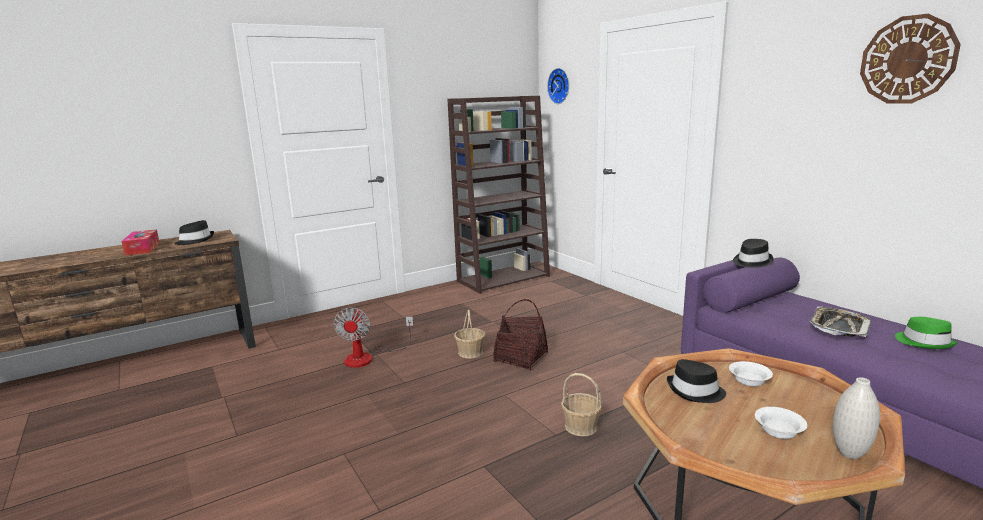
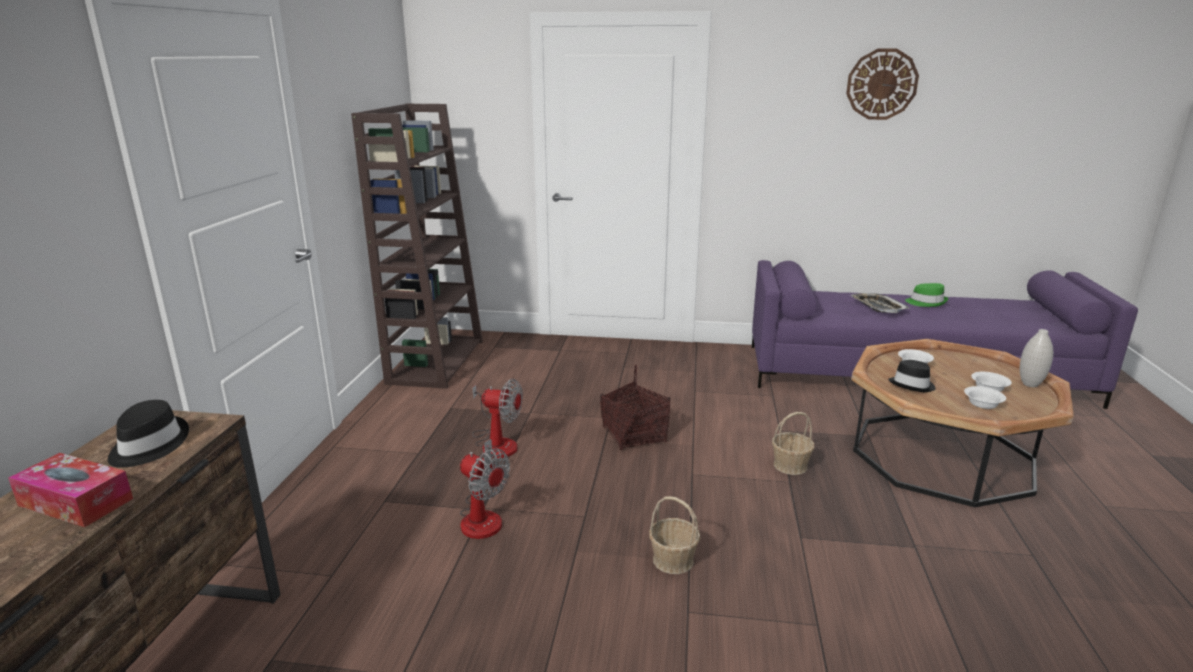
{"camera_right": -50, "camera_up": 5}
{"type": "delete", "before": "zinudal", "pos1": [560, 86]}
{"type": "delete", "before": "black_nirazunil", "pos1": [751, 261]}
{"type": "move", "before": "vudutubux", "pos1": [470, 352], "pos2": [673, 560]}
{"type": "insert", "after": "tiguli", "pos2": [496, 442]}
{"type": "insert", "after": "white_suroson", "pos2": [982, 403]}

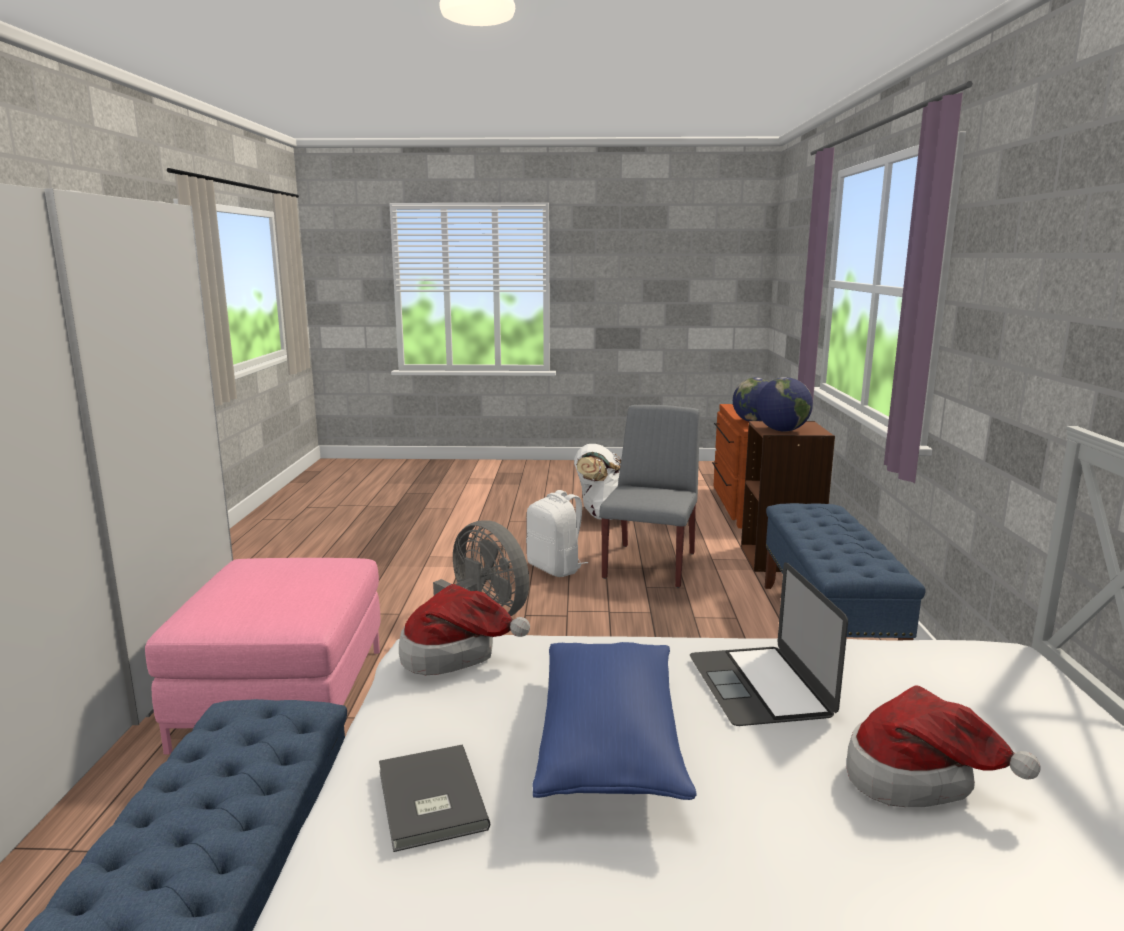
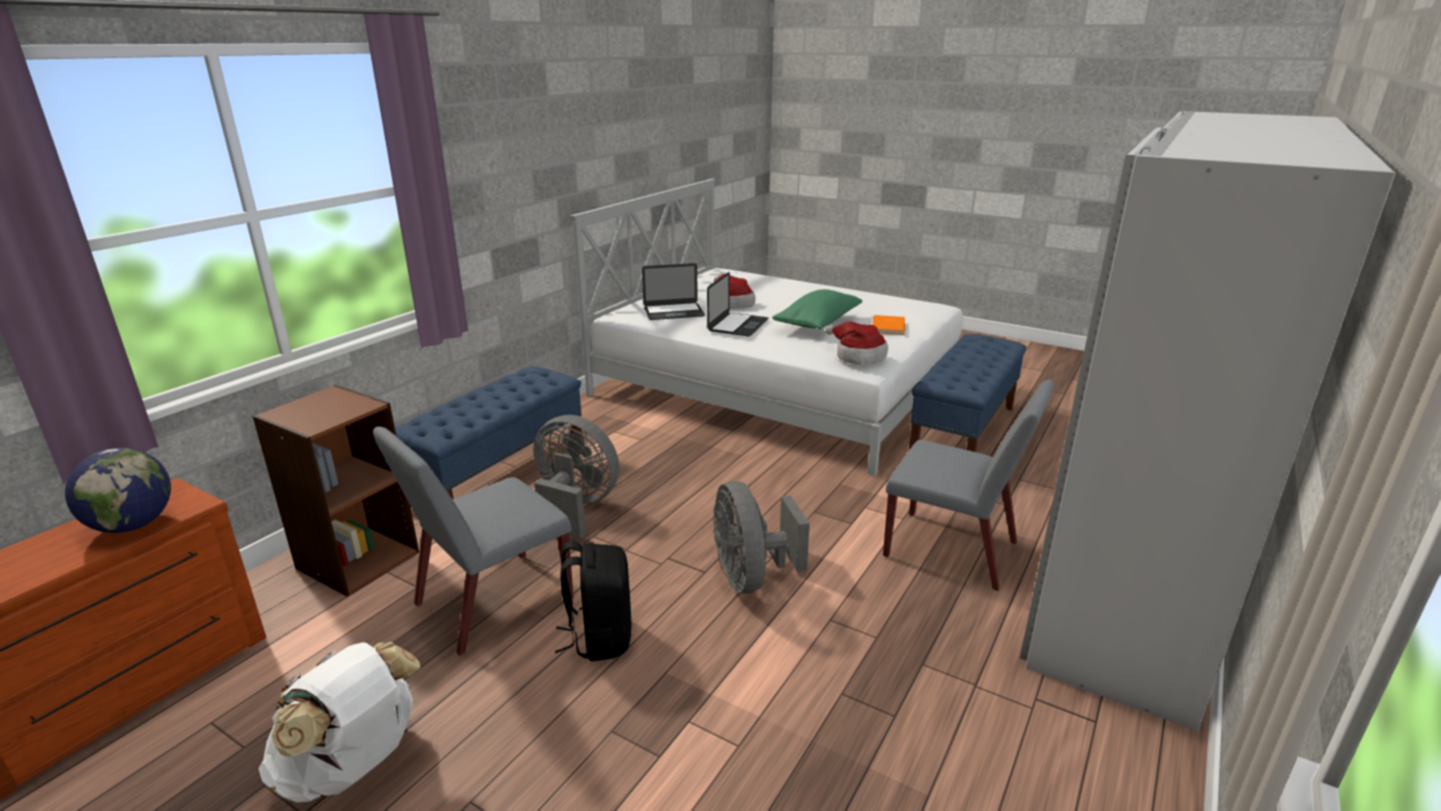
{"camera_right": -150, "camera_up": 10}
{"type": "delete", "before": "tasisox", "pos1": [782, 430]}
{"type": "recolor", "before": "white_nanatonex", "after": "black_nanatonex", "pos1": [556, 568], "pos2": [599, 638]}
{"type": "replace", "before": "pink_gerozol", "after": "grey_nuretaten", "pos1": [283, 696], "pos2": [952, 550]}
{"type": "recolor", "before": "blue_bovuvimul", "after": "green_bovuvimul", "pos1": [610, 744], "pos2": [817, 323]}
{"type": "recolor", "before": "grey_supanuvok", "after": "orange_supanuvok", "pos1": [428, 801], "pos2": [889, 326]}
{"type": "insert", "after": "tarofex", "pos2": [673, 311]}
{"type": "insert", "after": "grey_tiguli", "pos2": [575, 507]}

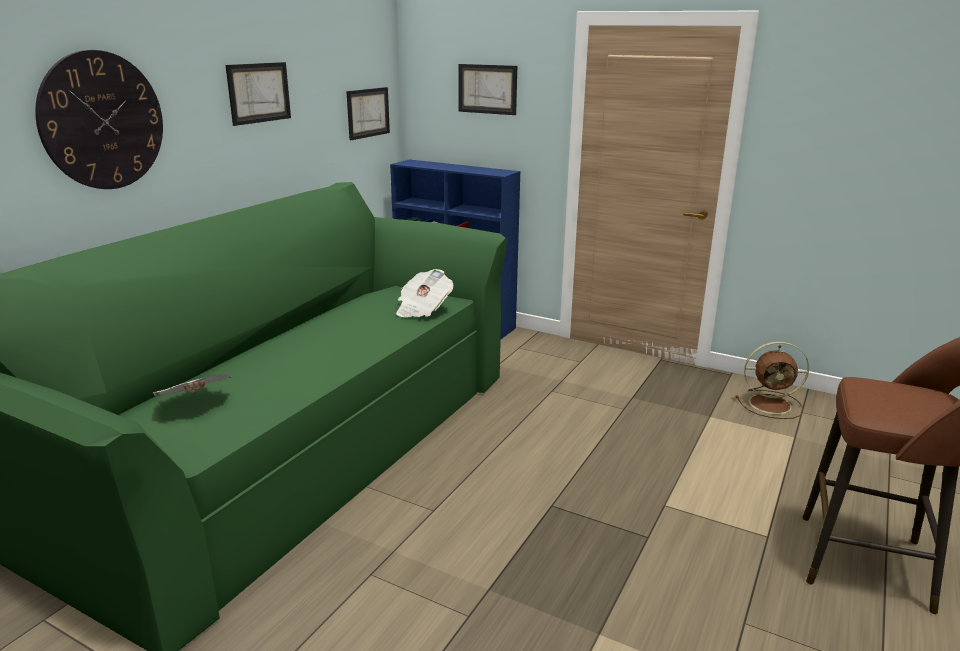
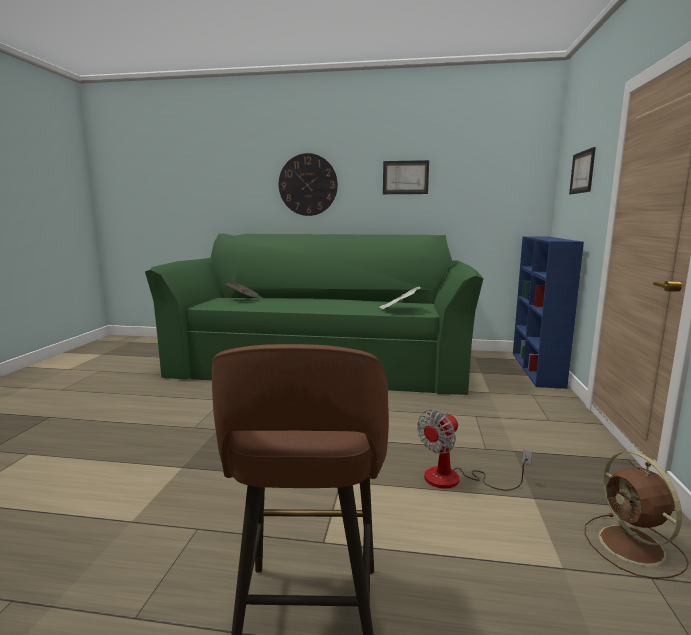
{"camera_right": 70, "camera_up": -10}
{"type": "delete", "before": "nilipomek", "pos1": [368, 113]}
{"type": "insert", "after": "tiguli", "pos2": [455, 479]}

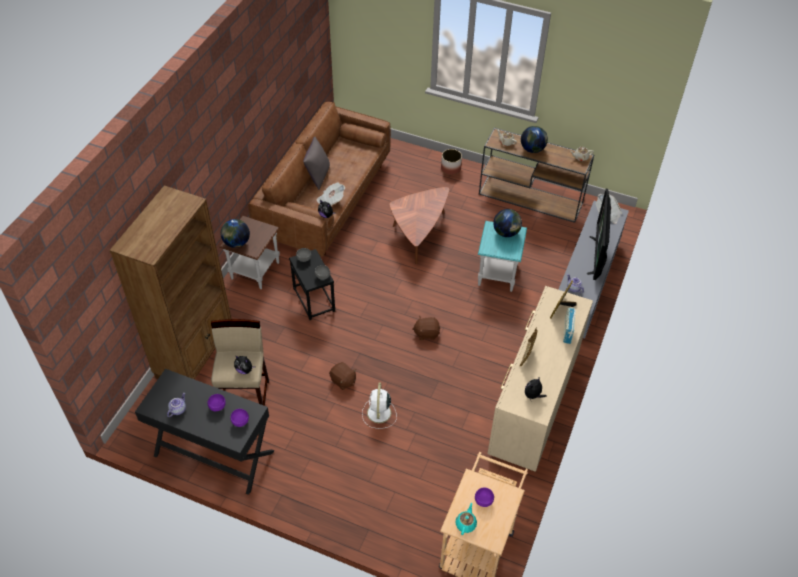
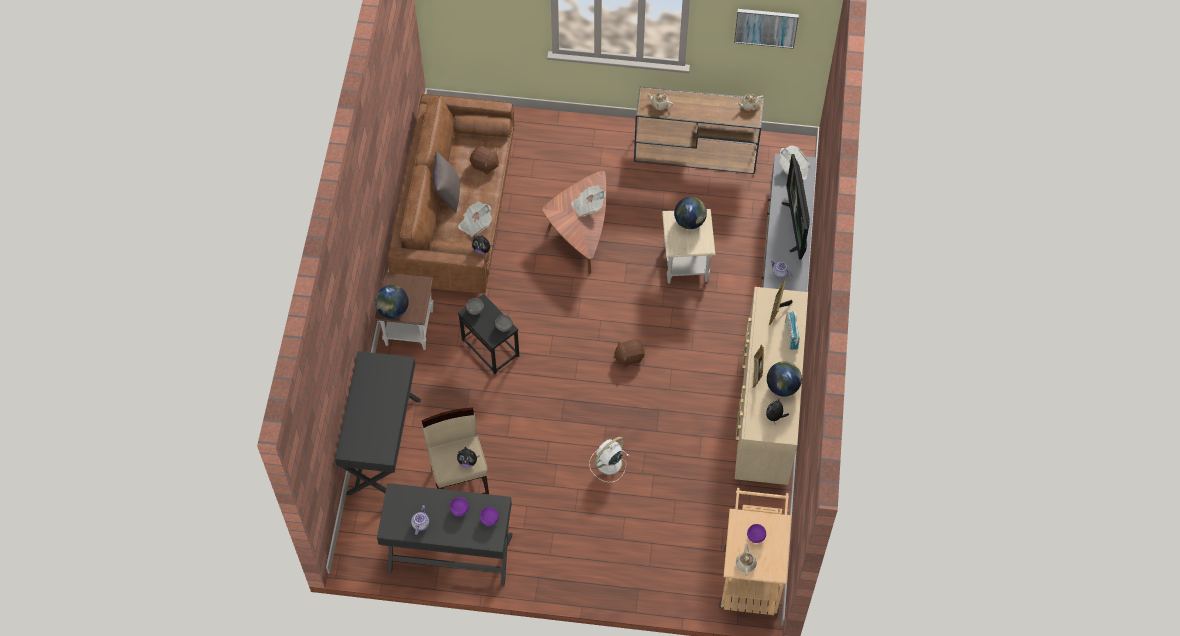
{"camera_right": -15, "camera_up": 10}
{"type": "move", "before": "tasisox", "pos1": [532, 149], "pos2": [782, 386]}
{"type": "delete", "before": "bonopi", "pos1": [450, 168]}
{"type": "replace", "before": "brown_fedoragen", "after": "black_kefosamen", "pos1": [195, 353], "pos2": [383, 446]}
{"type": "recolor", "before": "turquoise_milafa", "after": "beige_milafa", "pos1": [498, 274], "pos2": [686, 264]}
{"type": "move", "before": "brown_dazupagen", "pos1": [343, 381], "pos2": [484, 165]}
{"type": "rotate", "before": "white_tiguli", "pos1": [379, 414], "pos2": [608, 464], "turn": 60}
{"type": "recolor", "before": "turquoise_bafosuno", "after": "beige_bafosuno", "pos1": [466, 524], "pos2": [745, 563]}
{"type": "insert", "after": "nilipomek", "pos2": [766, 27]}
{"type": "insert", "after": "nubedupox", "pos2": [588, 206]}

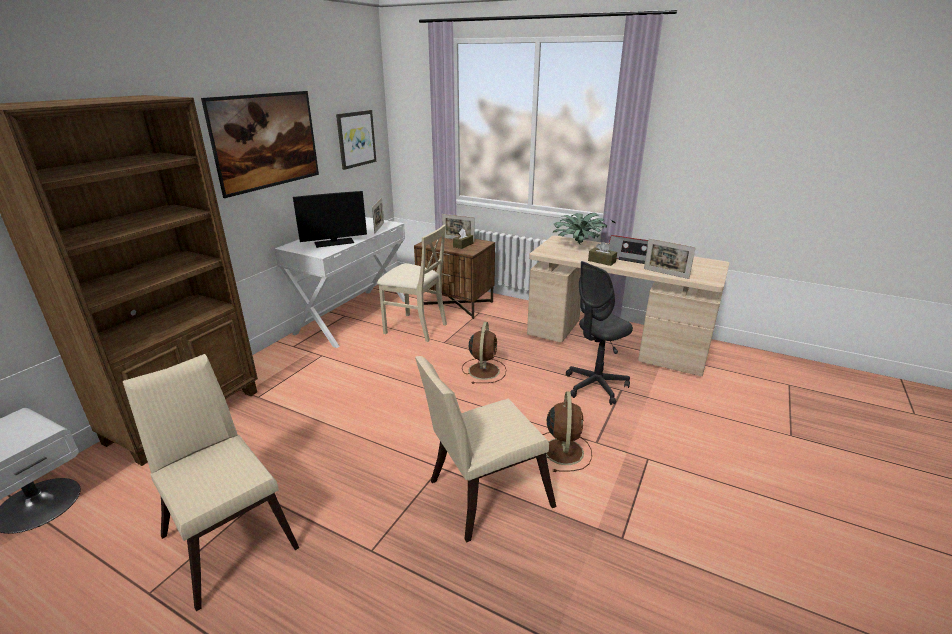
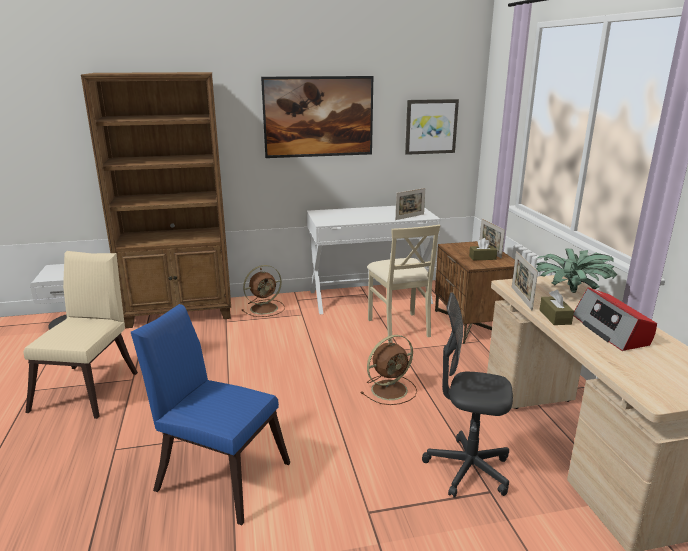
{"camera_right": 50, "camera_up": -5}
{"type": "delete", "before": "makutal", "pos1": [334, 242]}
{"type": "move", "before": "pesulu", "pos1": [666, 273], "pos2": [521, 298]}
{"type": "recolor", "before": "beige_nuretaten", "after": "blue_nuretaten", "pos1": [482, 495], "pos2": [218, 473]}
{"type": "move", "before": "brown_tiguli", "pos1": [563, 450], "pos2": [265, 308]}

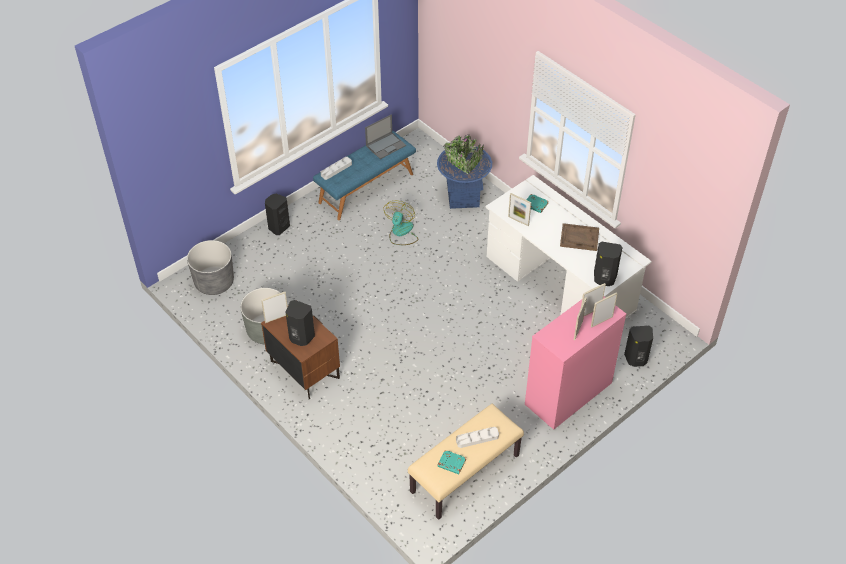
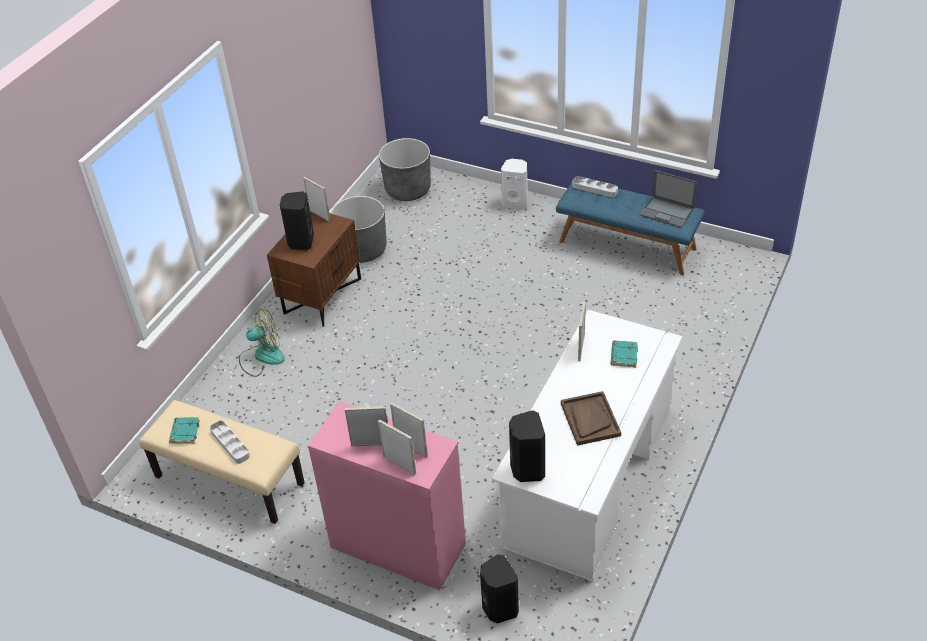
{"camera_right": 70, "camera_up": -5}
{"type": "delete", "before": "blue_bonopi", "pos1": [463, 197]}
{"type": "recolor", "before": "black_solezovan", "after": "white_solezovan", "pos1": [278, 227], "pos2": [515, 203]}
{"type": "move", "before": "tiguli", "pos1": [401, 233], "pos2": [262, 357]}

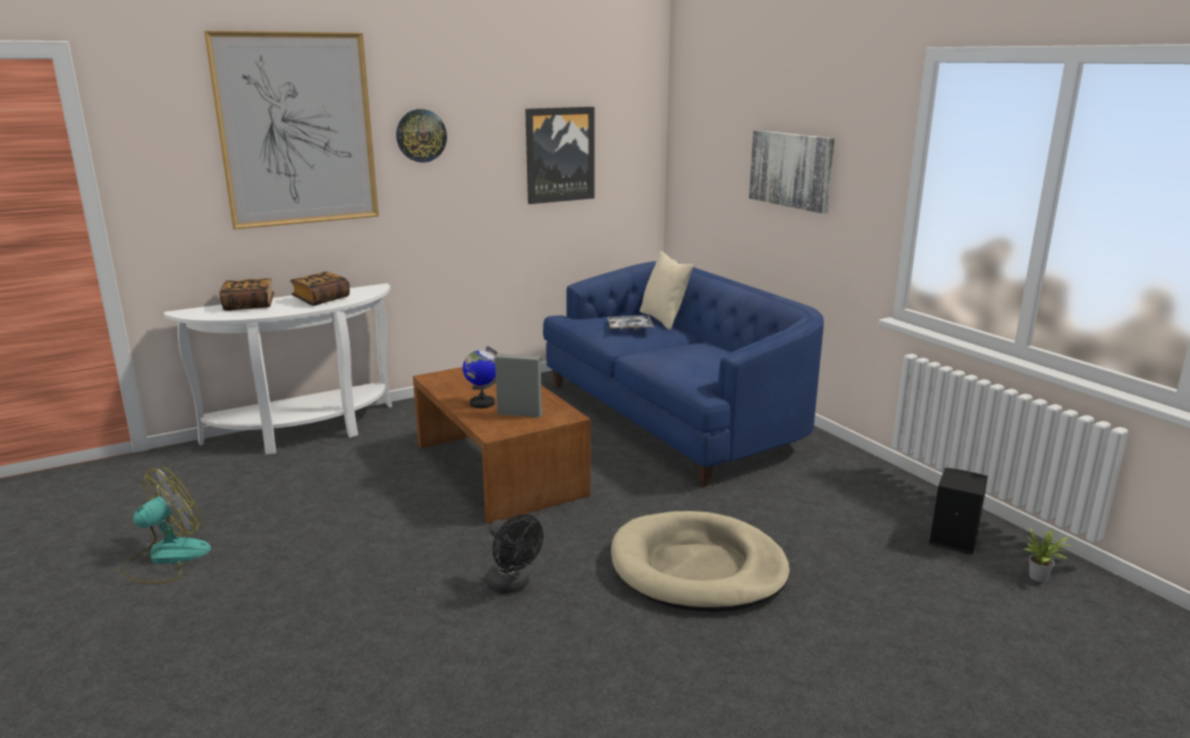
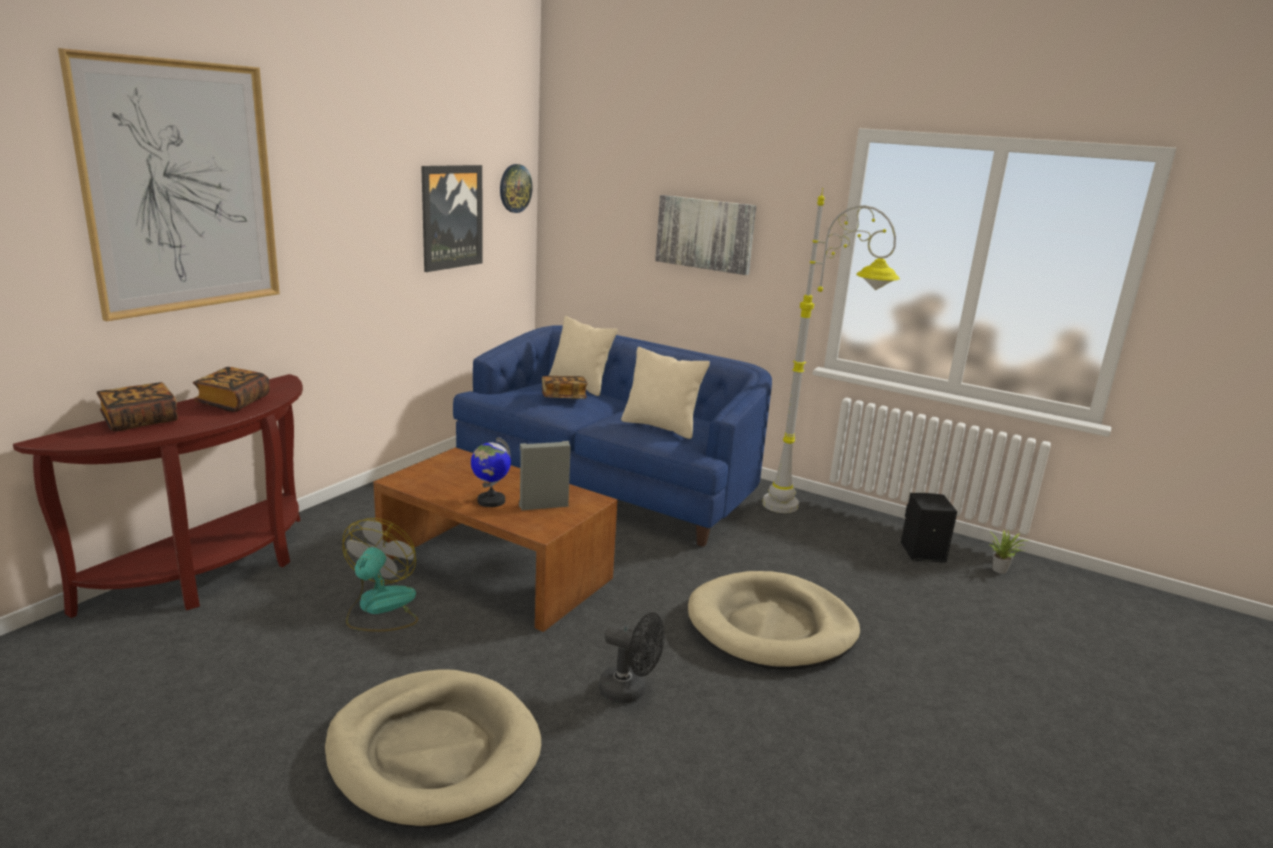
{"camera_right": -30, "camera_up": 0}
{"type": "move", "before": "zinudal", "pos1": [421, 135], "pos2": [515, 188]}
{"type": "recolor", "before": "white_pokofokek", "after": "brown_pokofokek", "pos1": [304, 432], "pos2": [214, 572]}
{"type": "replace", "before": "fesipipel", "after": "supanuvok", "pos1": [630, 327], "pos2": [563, 398]}
{"type": "move", "before": "tiguli", "pos1": [166, 558], "pos2": [380, 608]}
{"type": "insert", "after": "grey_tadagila", "pos2": [809, 513]}
{"type": "insert", "after": "beige_bovuvimul", "pos2": [661, 427]}
{"type": "insert", "after": "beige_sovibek", "pos2": [434, 752]}

